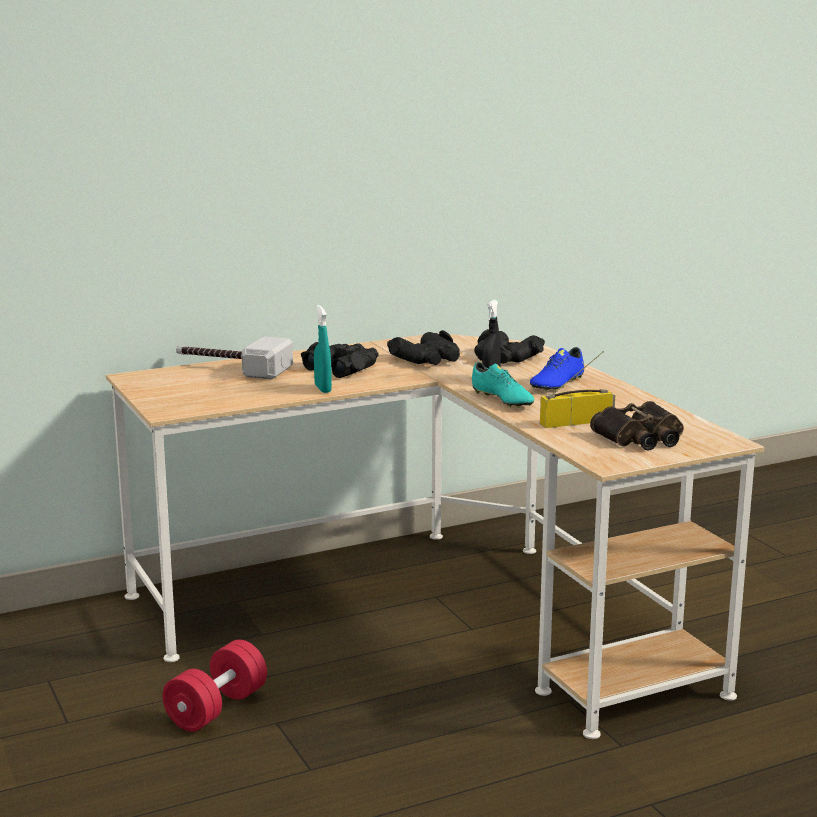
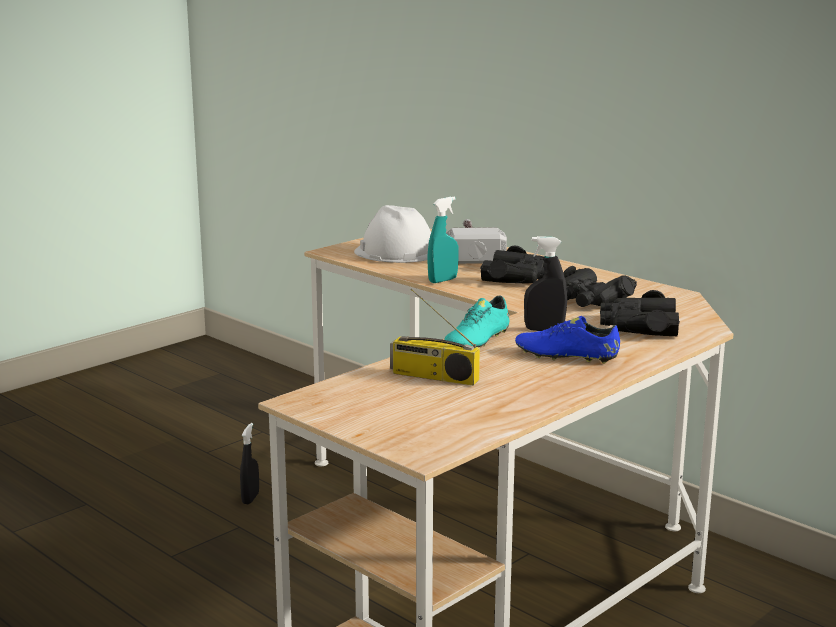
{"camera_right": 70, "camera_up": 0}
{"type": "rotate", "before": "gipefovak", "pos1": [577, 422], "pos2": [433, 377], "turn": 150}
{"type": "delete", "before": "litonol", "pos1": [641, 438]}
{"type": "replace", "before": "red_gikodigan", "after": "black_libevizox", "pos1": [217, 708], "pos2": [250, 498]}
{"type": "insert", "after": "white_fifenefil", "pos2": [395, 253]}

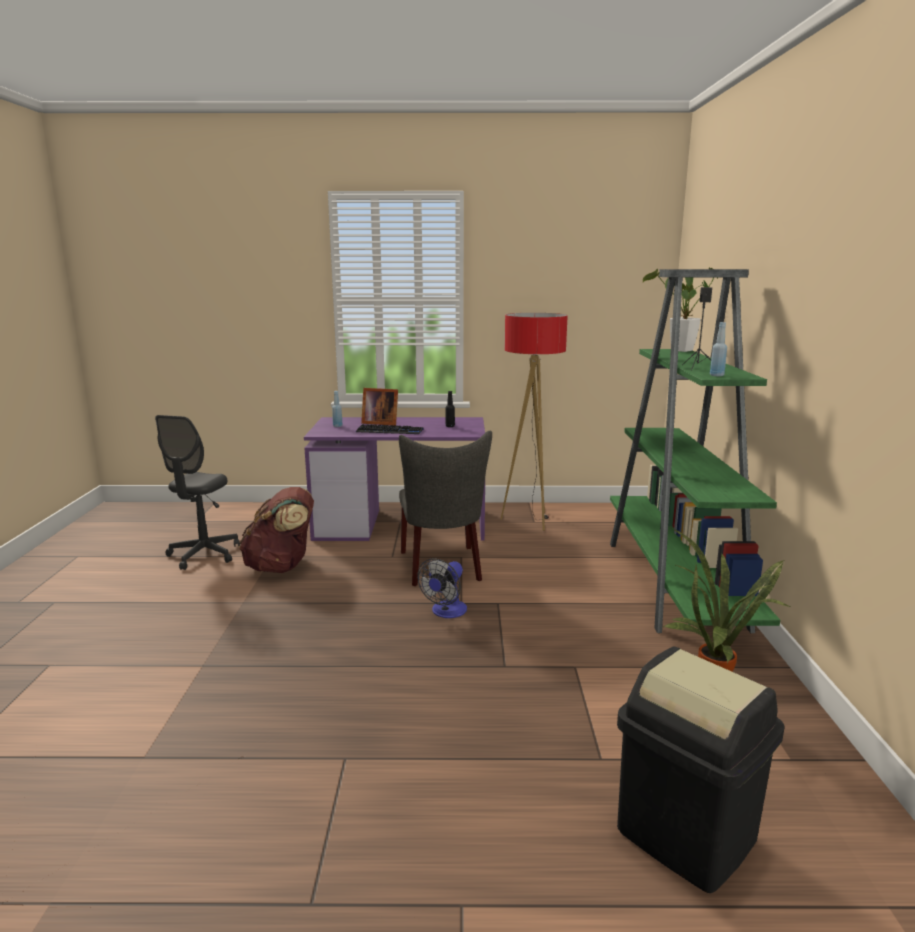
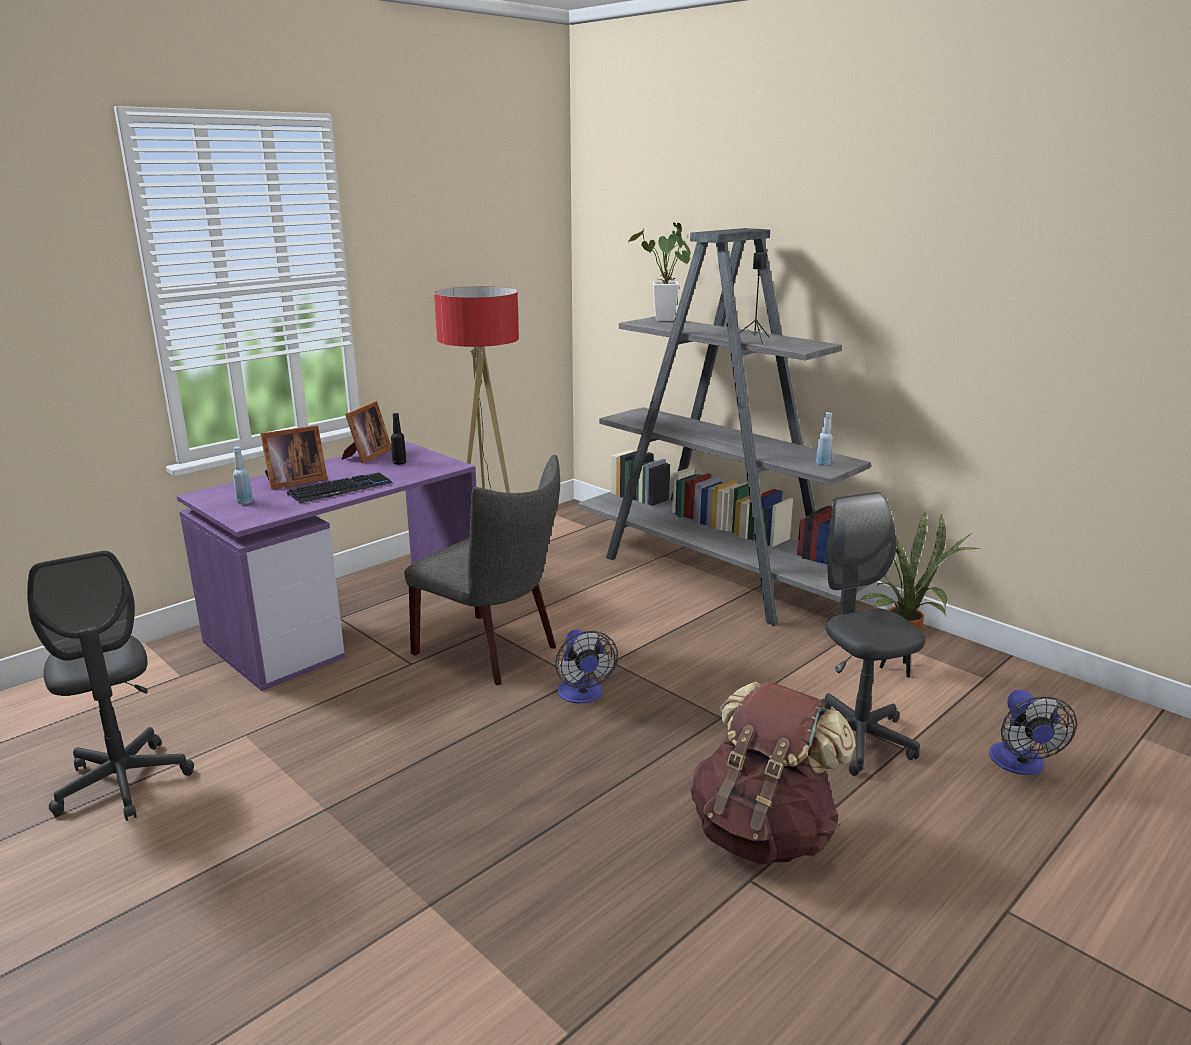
{"camera_right": -45, "camera_up": 5}
{"type": "recolor", "before": "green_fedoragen", "after": "grey_fedoragen", "pos1": [674, 584], "pos2": [717, 576]}
{"type": "move", "before": "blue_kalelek", "pos1": [716, 375], "pos2": [822, 464]}
{"type": "move", "before": "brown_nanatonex", "pos1": [282, 566], "pos2": [763, 833]}
{"type": "replace", "before": "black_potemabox", "after": "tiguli", "pos1": [686, 834], "pos2": [1020, 765]}
{"type": "insert", "after": "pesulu", "pos2": [366, 456]}
{"type": "insert", "after": "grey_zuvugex", "pos2": [856, 739]}

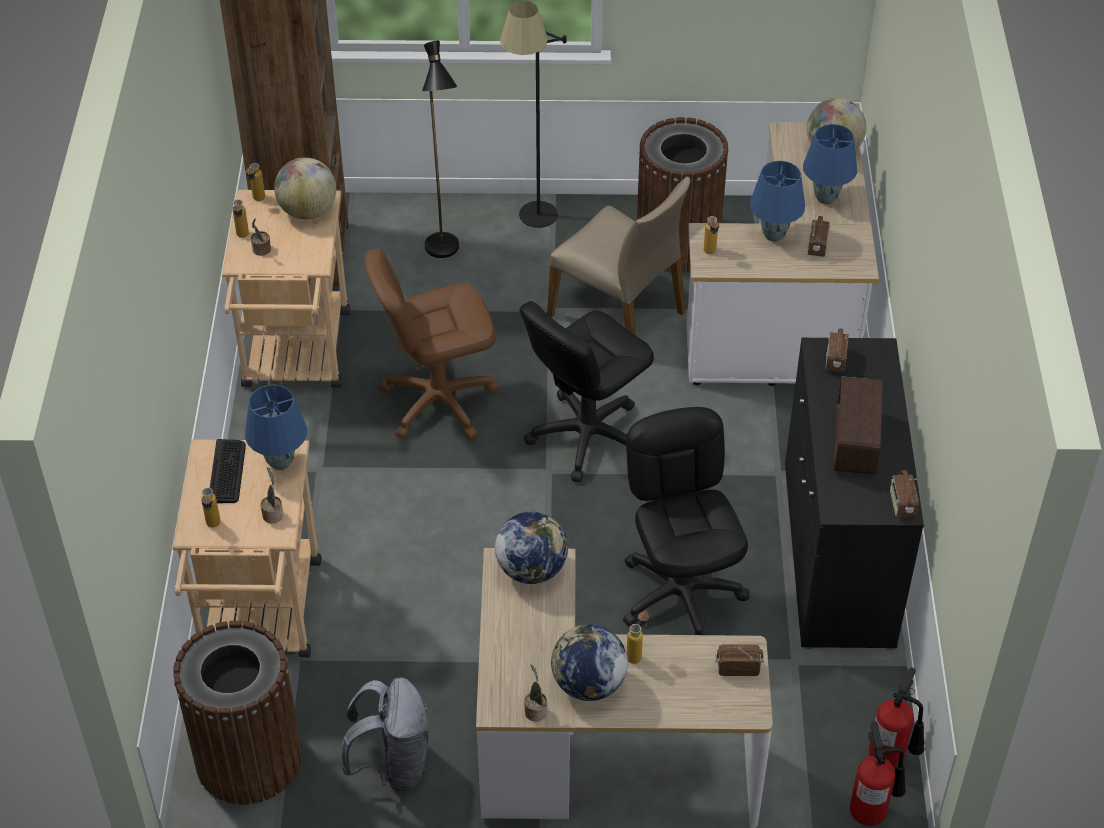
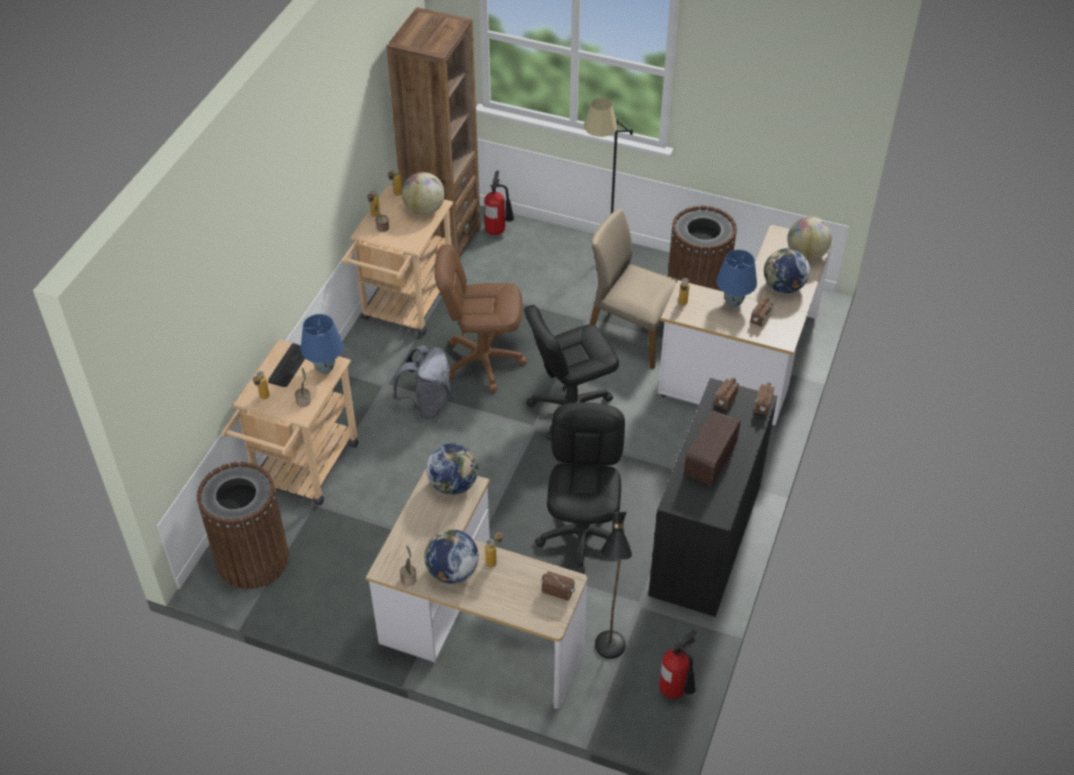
{"camera_right": 20, "camera_up": 0}
{"type": "move", "before": "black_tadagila", "pos1": [445, 255], "pos2": [609, 655]}
{"type": "replace", "before": "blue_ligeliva", "after": "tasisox", "pos1": [825, 199], "pos2": [783, 287]}
{"type": "rotate", "before": "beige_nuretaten", "pos1": [618, 313], "pos2": [632, 334], "turn": 150}
{"type": "move", "before": "gipefovak", "pos1": [901, 504], "pos2": [762, 405]}
{"type": "move", "before": "grey_nanatonex", "pos1": [392, 765], "pos2": [427, 404]}
{"type": "move", "before": "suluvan", "pos1": [872, 810], "pos2": [498, 230]}

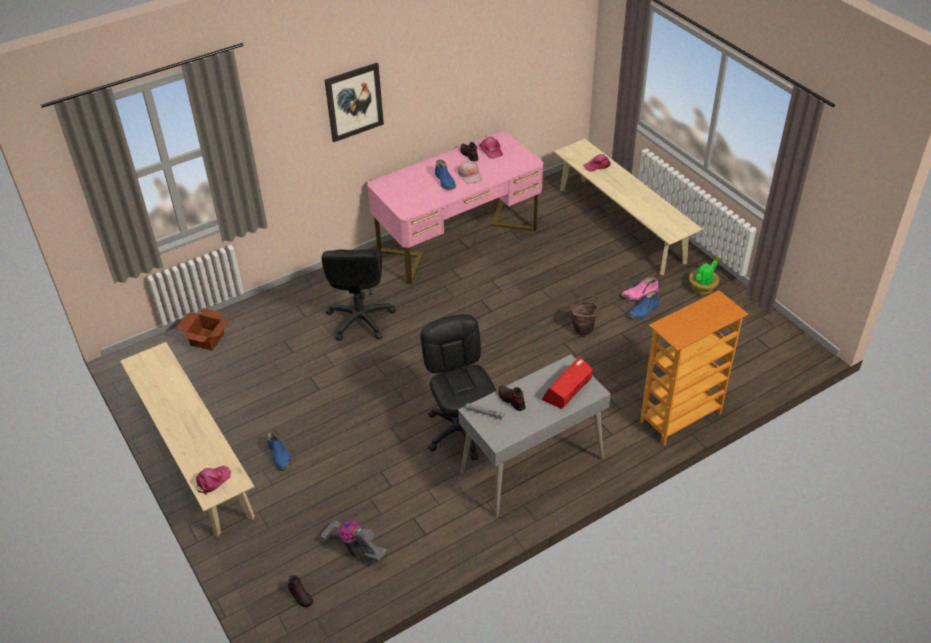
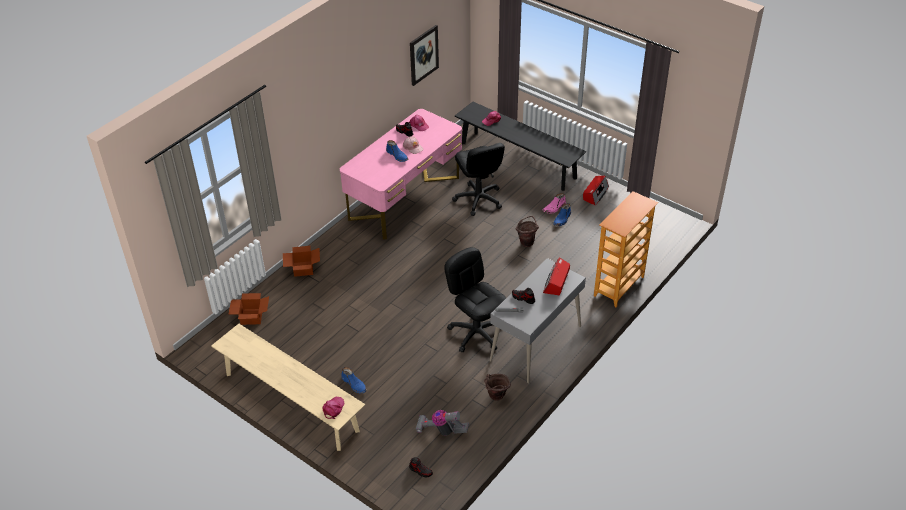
{"camera_right": -20, "camera_up": 0}
{"type": "move", "before": "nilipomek", "pos1": [354, 102], "pos2": [423, 55]}
{"type": "recolor", "before": "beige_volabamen", "after": "black_volabamen", "pos1": [621, 224], "pos2": [518, 160]}
{"type": "move", "before": "black_zuvugex", "pos1": [360, 319], "pos2": [478, 199]}
{"type": "replace", "before": "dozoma", "after": "gipefovak", "pos1": [703, 288], "pos2": [595, 194]}
{"type": "insert", "after": "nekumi", "pos2": [302, 268]}
{"type": "insert", "after": "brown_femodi", "pos2": [496, 398]}

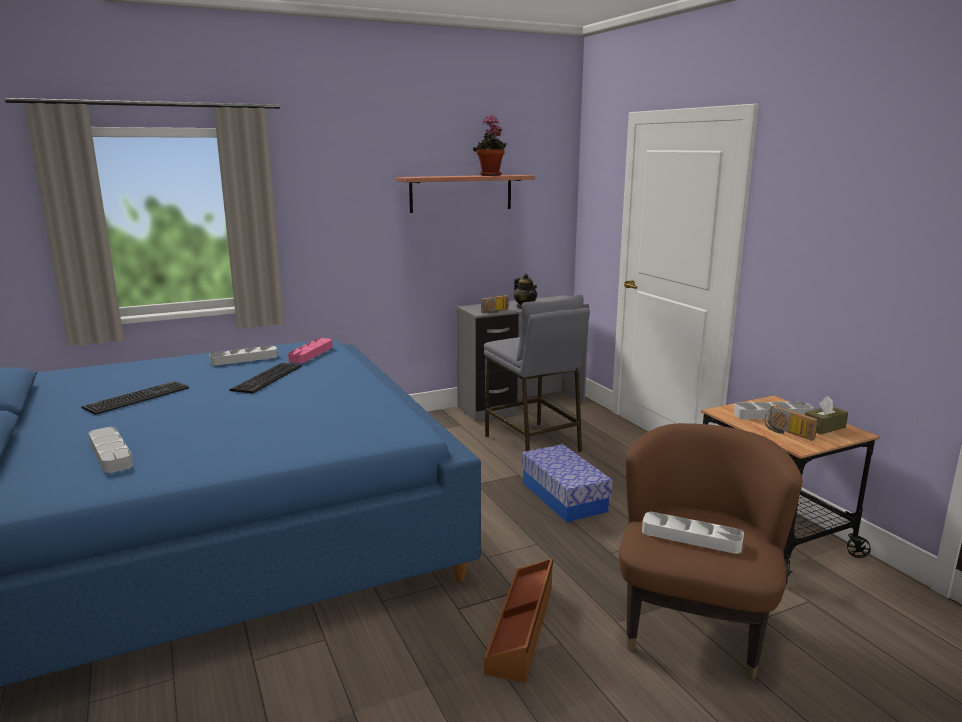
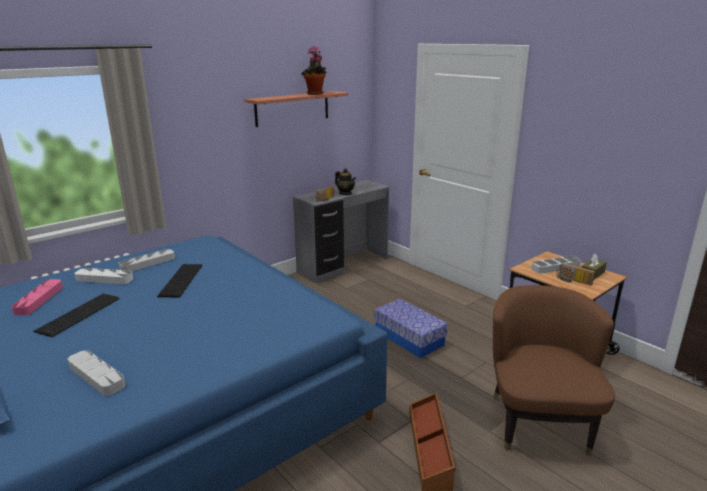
{"camera_right": -15, "camera_up": 5}
{"type": "delete", "before": "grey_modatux", "pos1": [532, 443]}
{"type": "move", "before": "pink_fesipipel", "pos1": [311, 354], "pos2": [39, 300]}
{"type": "move", "before": "white_fesipipel", "pos1": [691, 537], "pos2": [104, 279]}

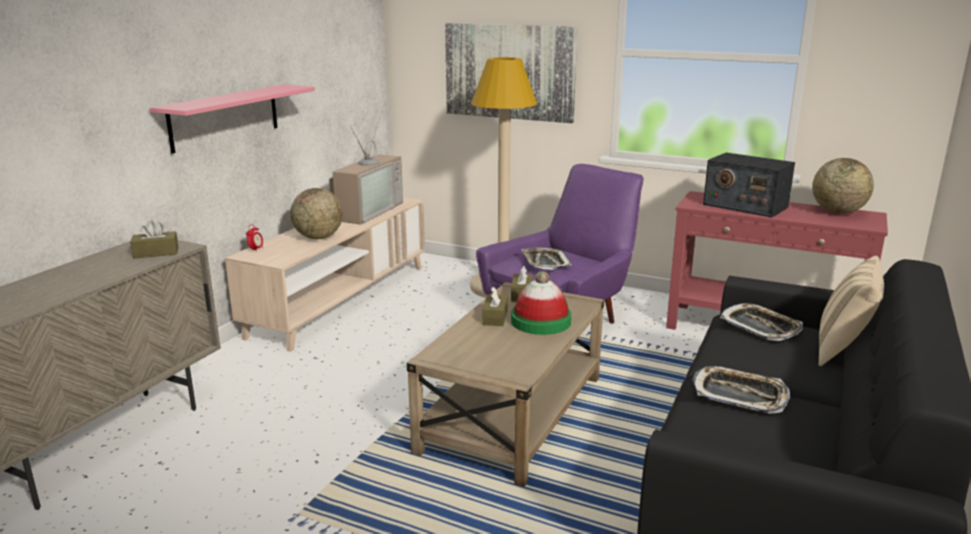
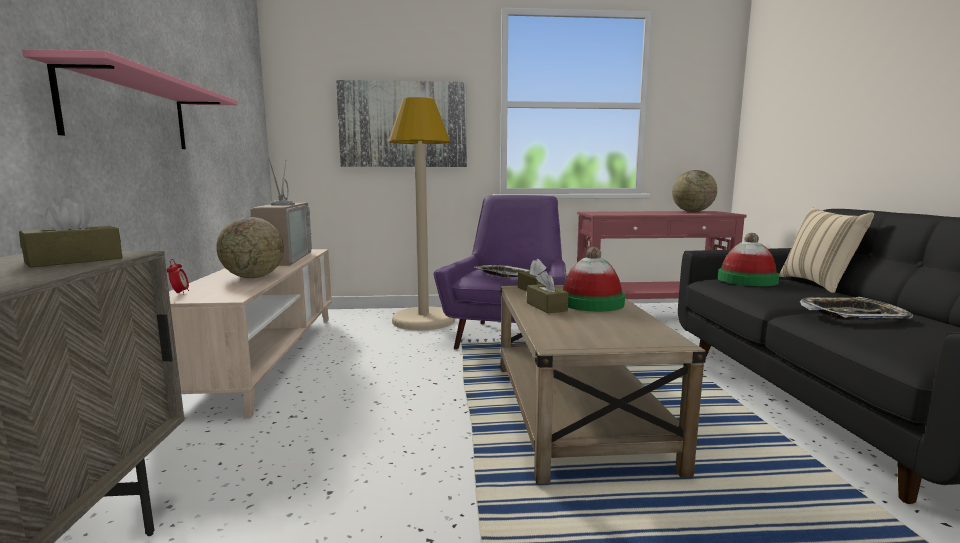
{"camera_right": -30, "camera_up": -10}
{"type": "delete", "before": "gipefovak", "pos1": [744, 206]}
{"type": "replace", "before": "fesipipel", "after": "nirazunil", "pos1": [760, 327], "pos2": [747, 280]}

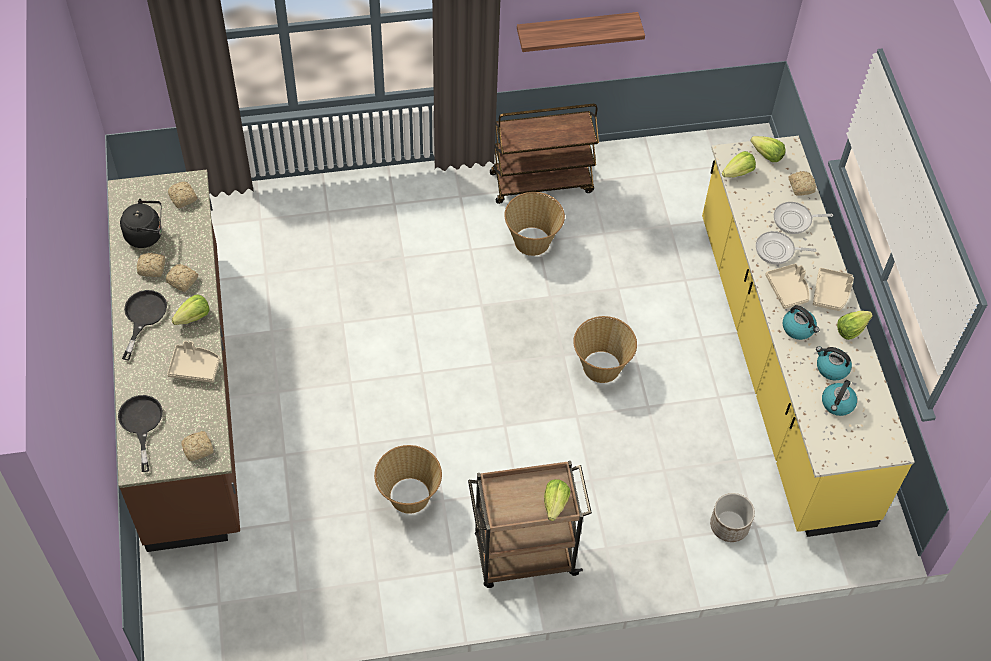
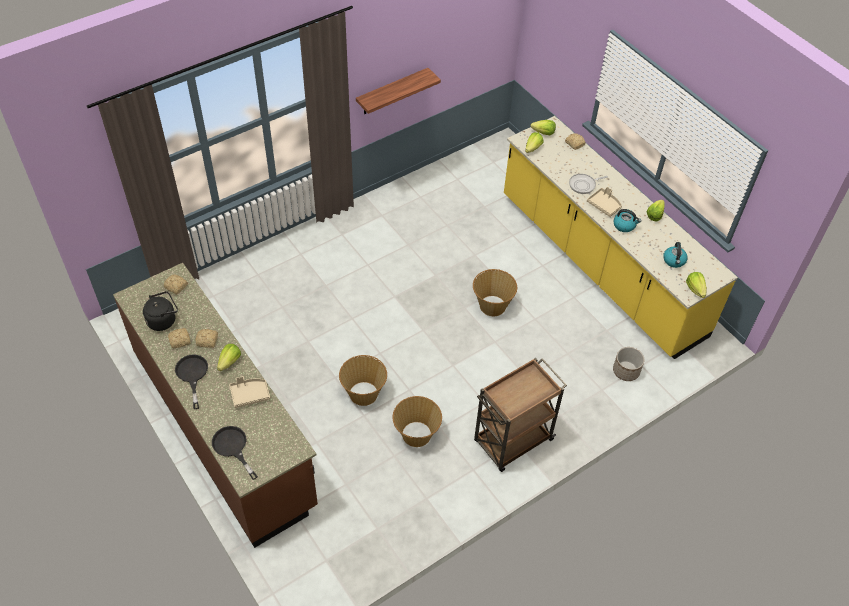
{"camera_right": -25, "camera_up": -5}
{"type": "delete", "before": "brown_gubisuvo", "pos1": [542, 182]}
{"type": "move", "before": "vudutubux", "pos1": [532, 240], "pos2": [363, 393]}
{"type": "delete", "before": "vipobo", "pos1": [795, 220]}
{"type": "delete", "before": "beige_fesipipel", "pos1": [831, 293]}
{"type": "delete", "before": "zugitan", "pos1": [831, 368]}
{"type": "delete", "before": "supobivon", "pos1": [199, 449]}
{"type": "move", "before": "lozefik", "pos1": [555, 504], "pos2": [695, 289]}

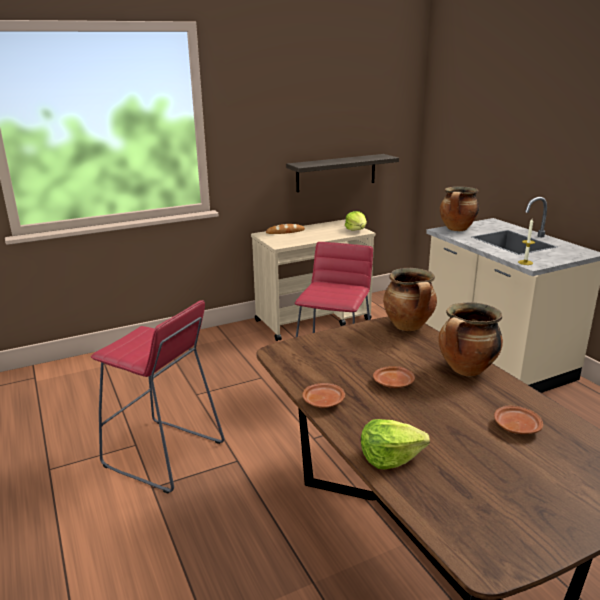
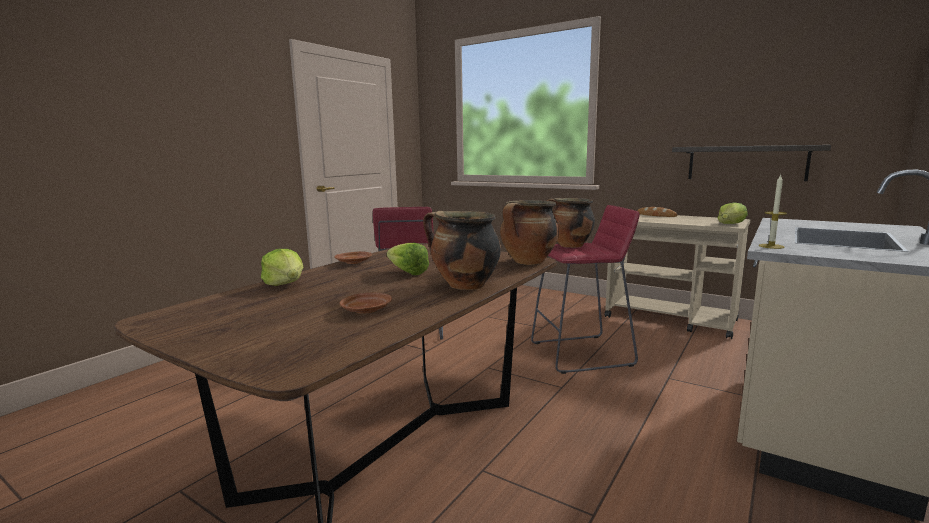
{"camera_right": 60, "camera_up": -10}
{"type": "move", "before": "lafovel", "pos1": [457, 229], "pos2": [569, 246]}
{"type": "replace", "before": "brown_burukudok", "after": "lozefik", "pos1": [394, 383], "pos2": [405, 272]}

